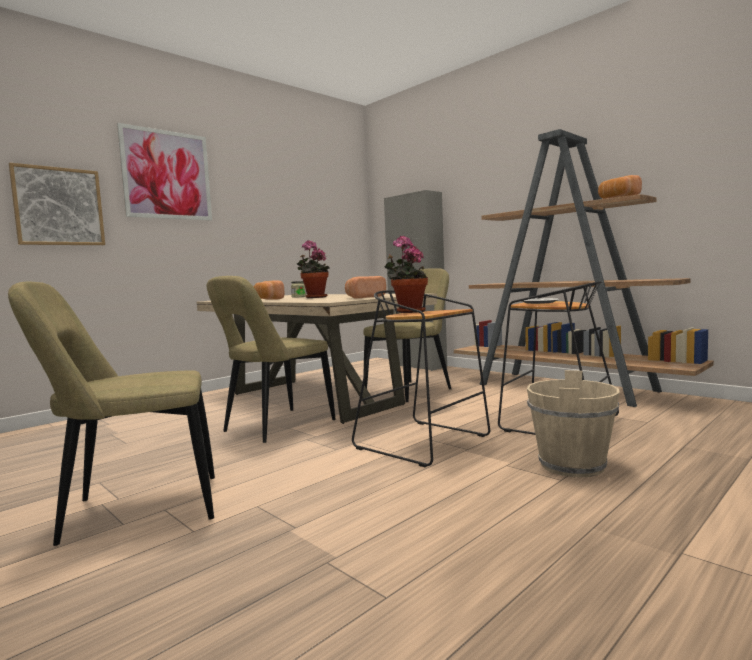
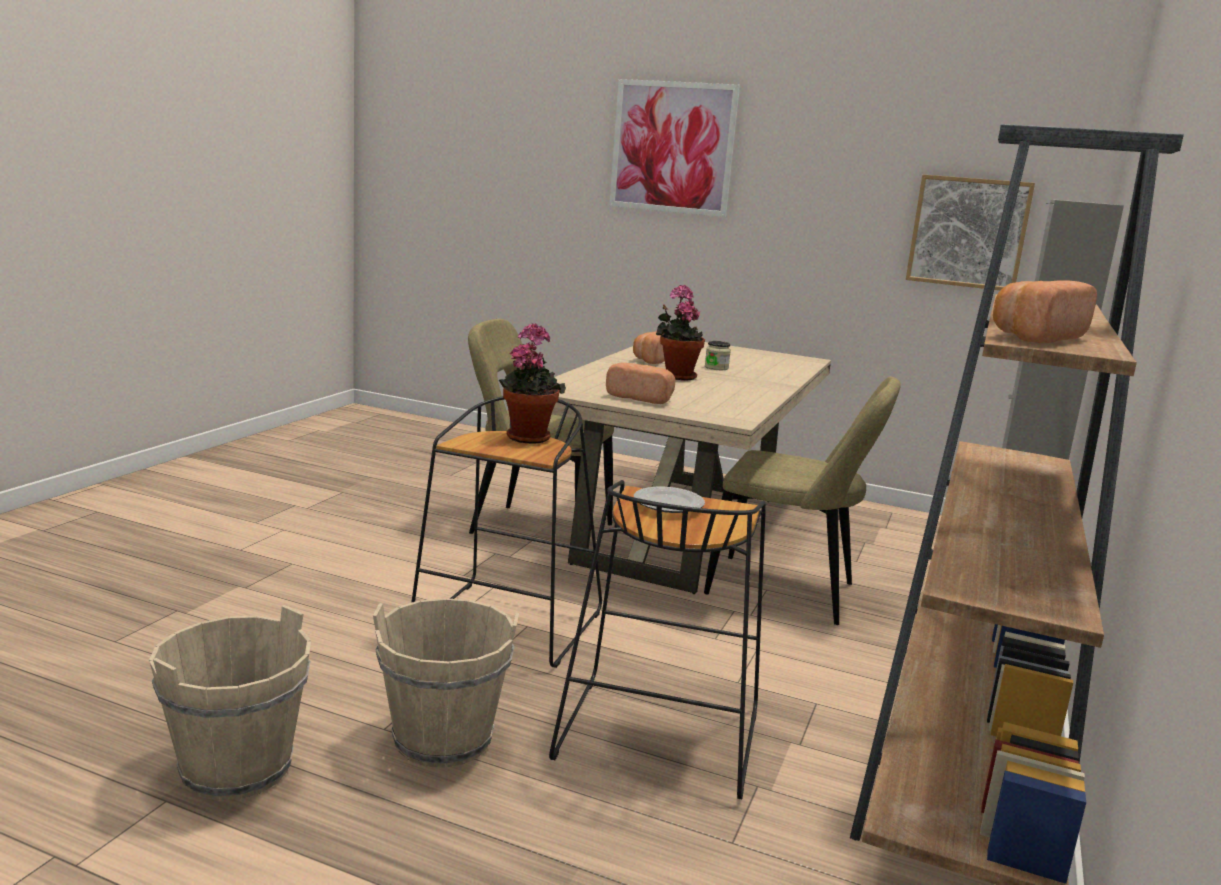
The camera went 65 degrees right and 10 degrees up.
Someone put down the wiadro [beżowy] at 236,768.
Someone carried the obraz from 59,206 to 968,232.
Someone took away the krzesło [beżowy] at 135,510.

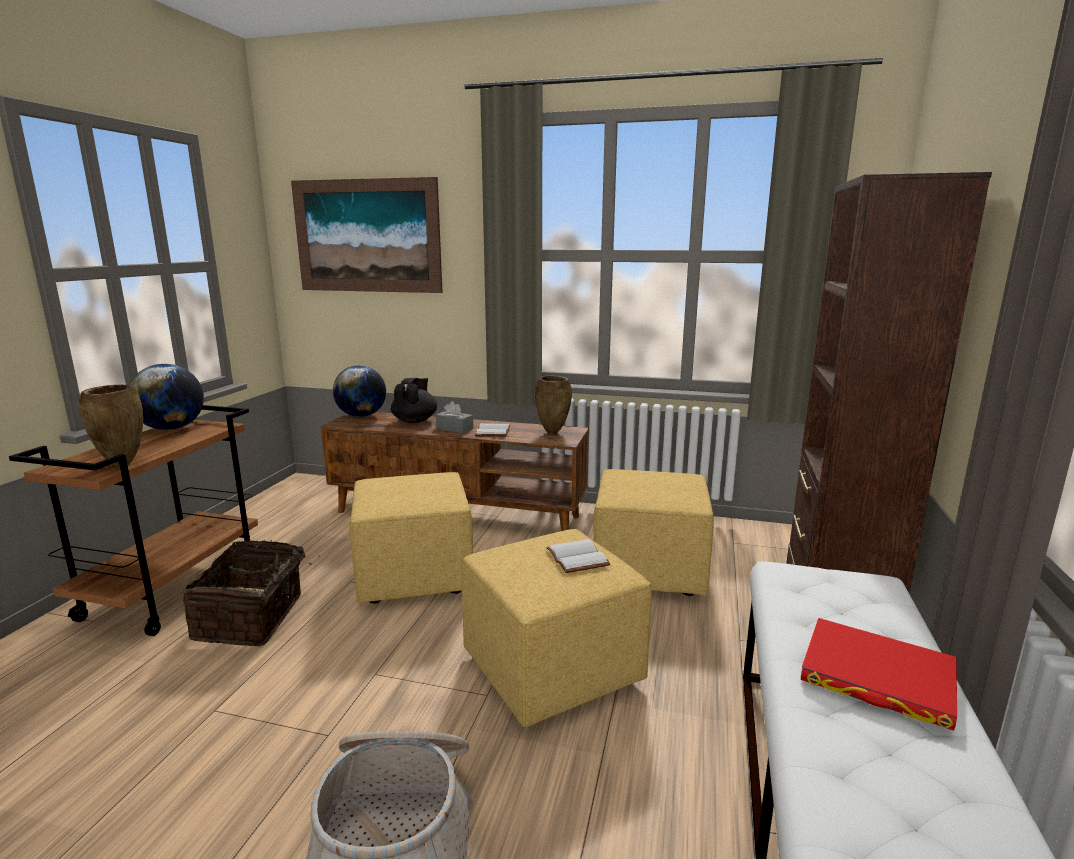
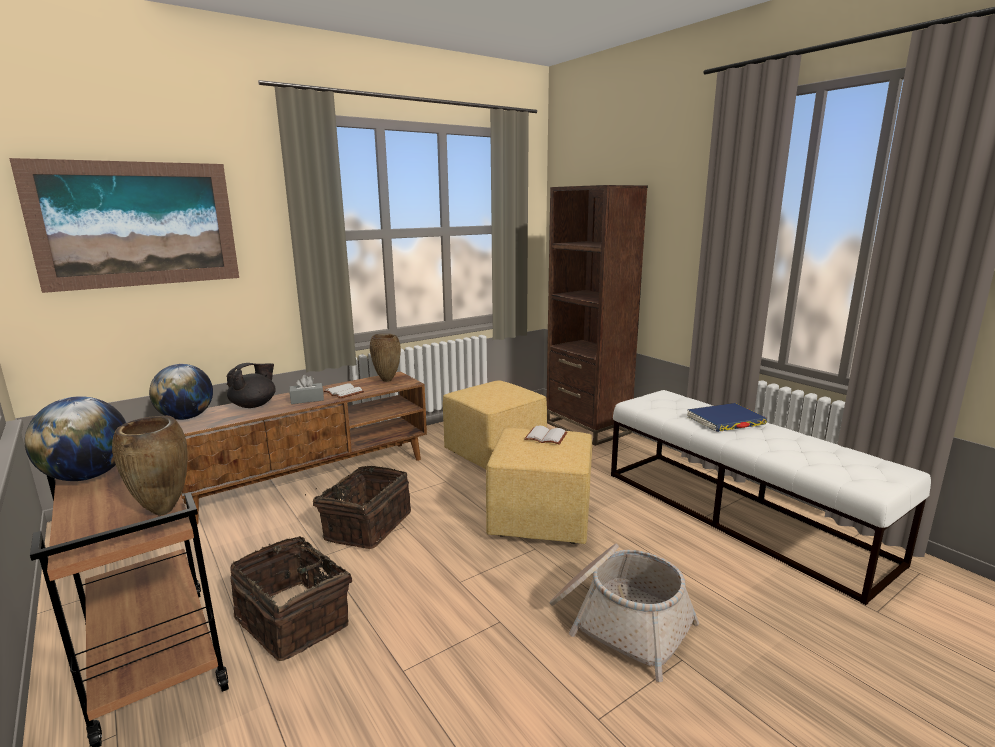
The camera went 50 degrees left and 0 degrees up.
Someone rotated the imbryk [czarny] at 415,421 by 75 degrees clockwise.
Someone swapped the pufa [żółty] at 415,576 for the koszyk at 366,526.
Someone repainted the książka [czerwony] at 877,677, which became the książka [niebieski] at 725,421.

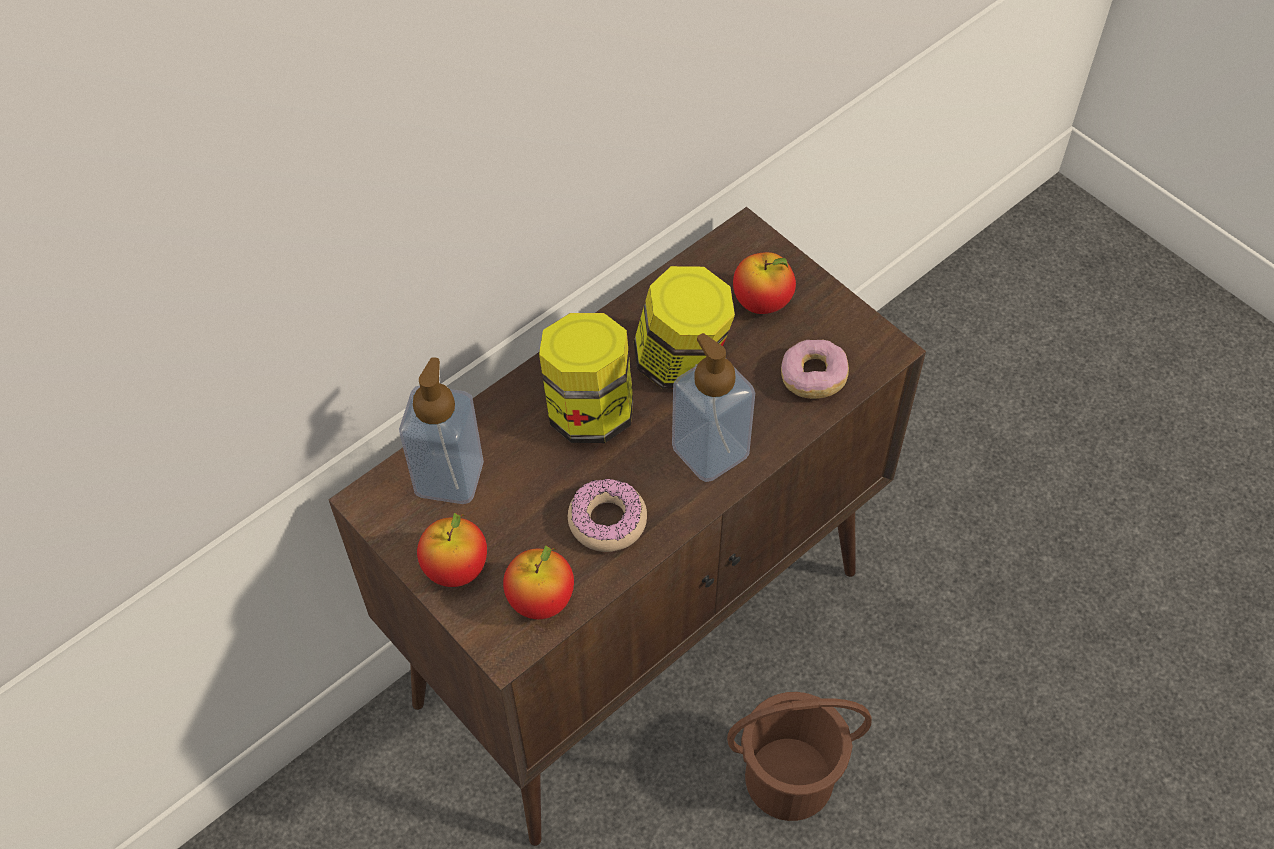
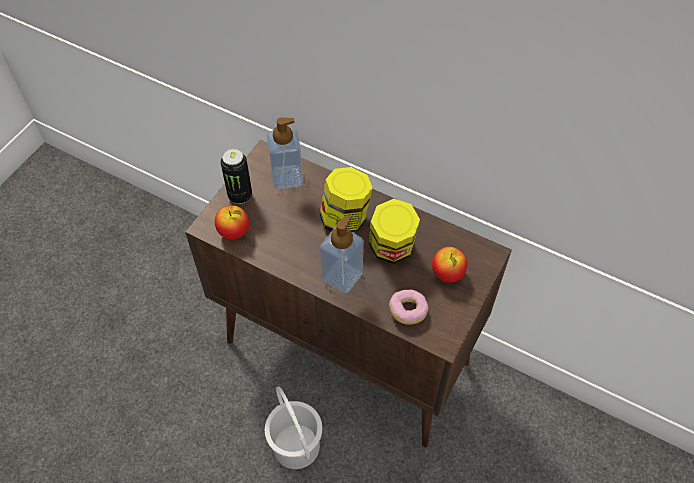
The camera went 70 degrees right and 0 degrees up.
Someone swapped the jabłko at 456,568 for the puszka at 240,195.
Someone repainted the wiadro [brązowy] at 788,776, which became the wiadro [biały] at 296,445.
Someone took away the donut at 607,521.

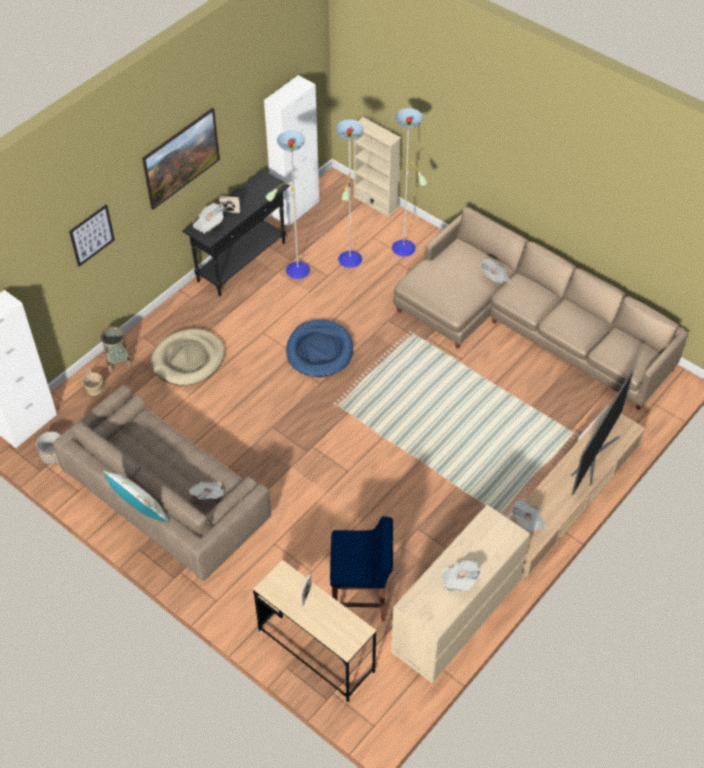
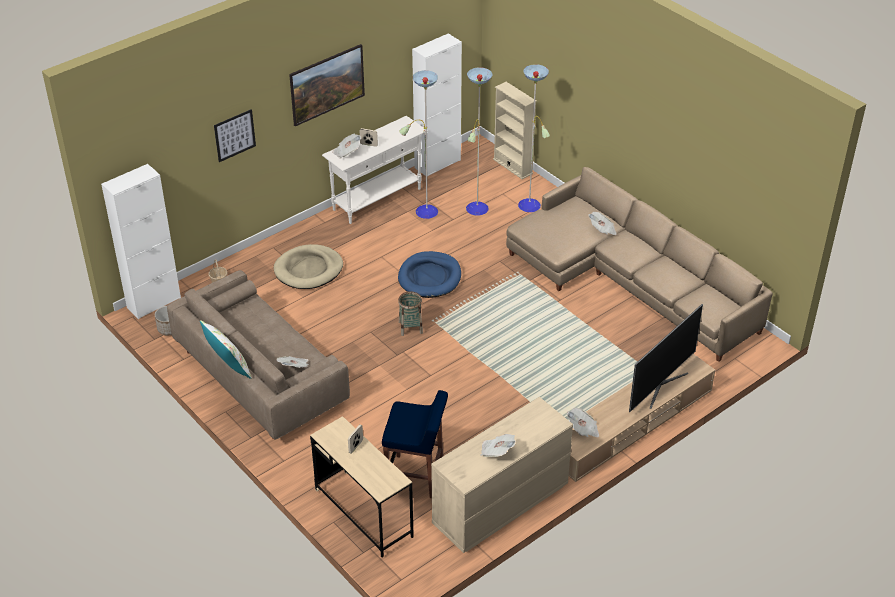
The camera went 10 degrees right and 10 degrees down.
Someone repainted the stolik konsolowy [czarny] at 242,262, which became the stolik konsolowy [biały] at 377,199.
Someone carried the koszyk from 118,361 to 410,327.

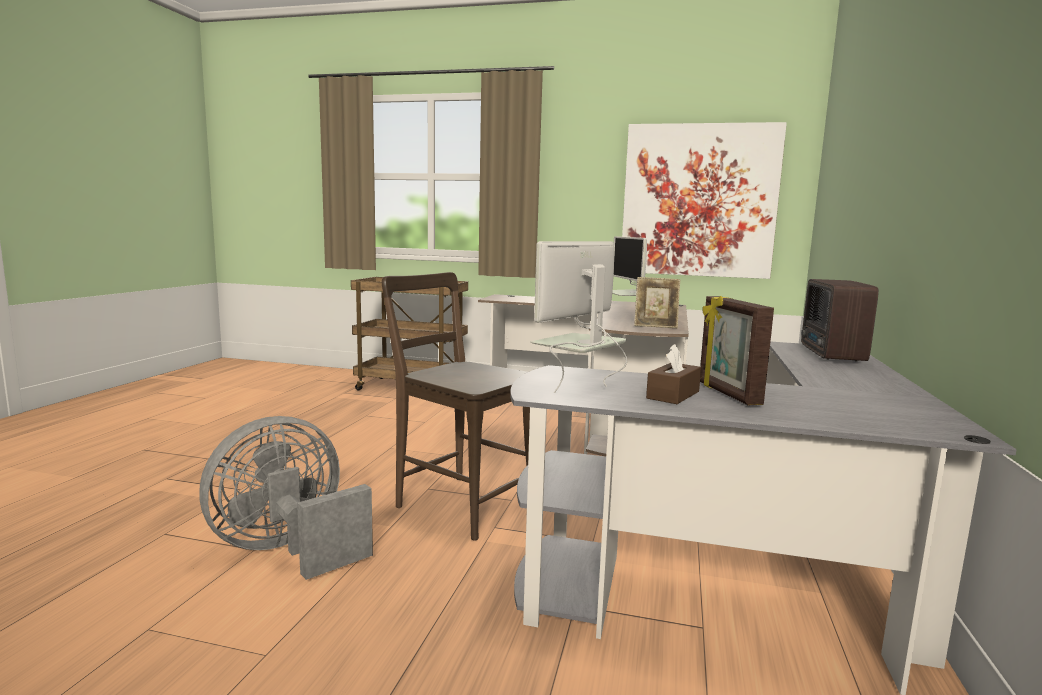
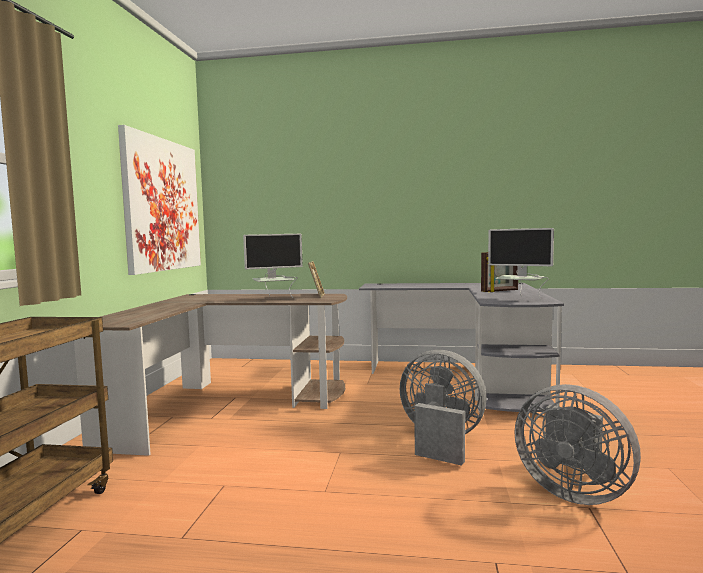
The camera went 95 degrees left and 5 degrees down.
Someone swapped the krzesło [brązowy] at 460,503 for the wentylator [szary] at 440,441.
Someone took away the pudełko chusteczek [brązowy] at 673,395.
Someone took away the radio at 831,354.

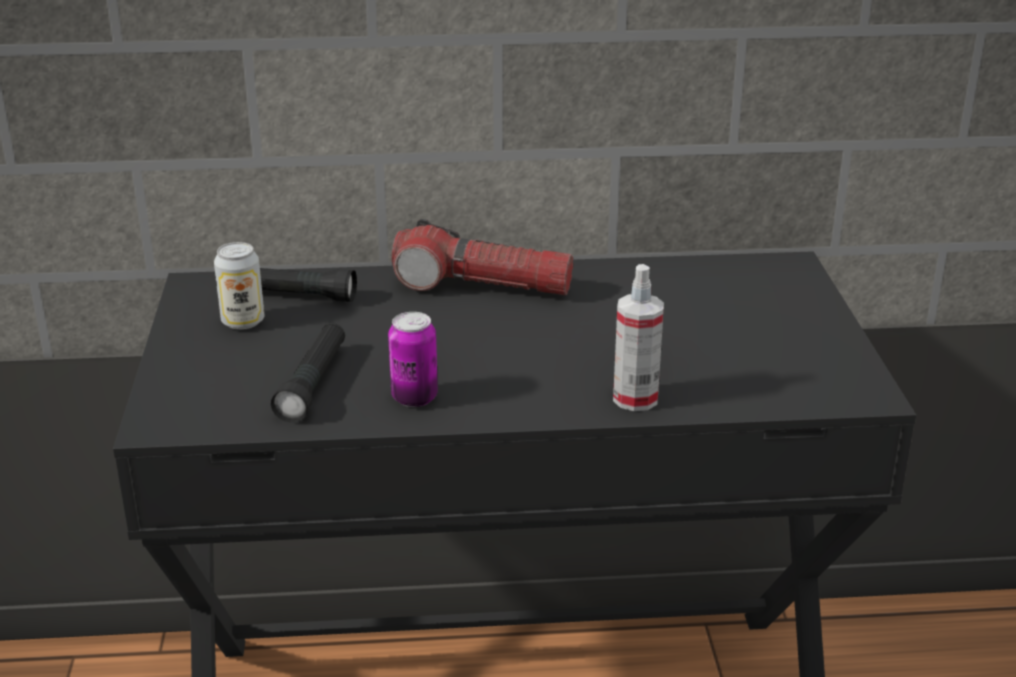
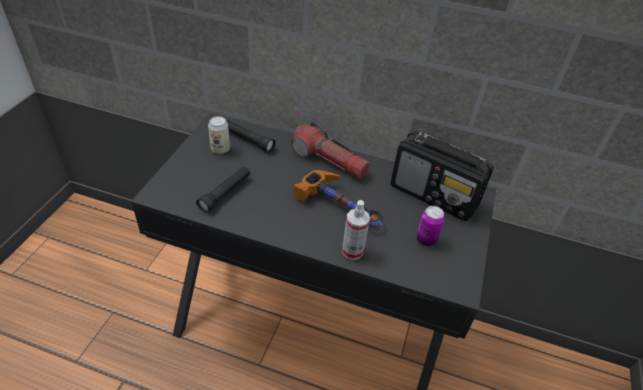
The camera went 20 degrees right and 15 degrees up.
Someone put down the młotek at 342,207.
Someone put down the radio at 434,196.
Someone carried the puszka from 414,398 to 426,240.

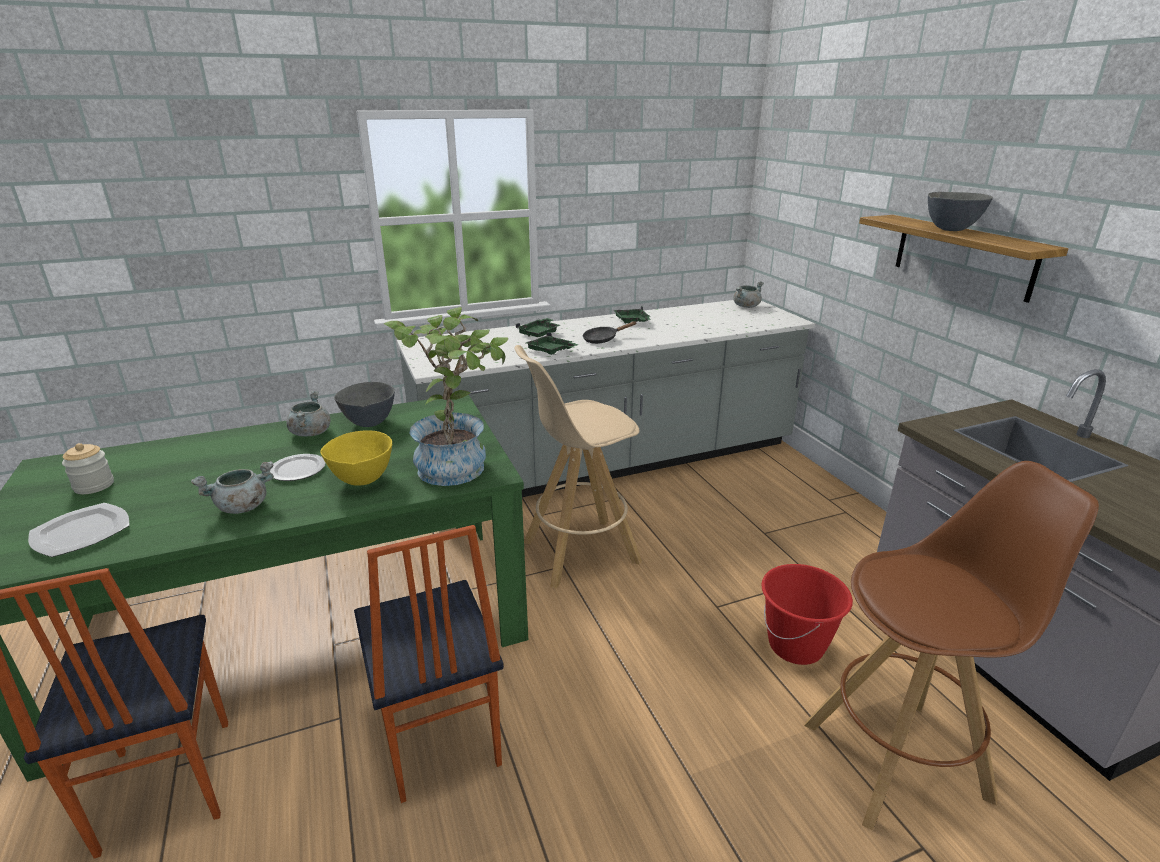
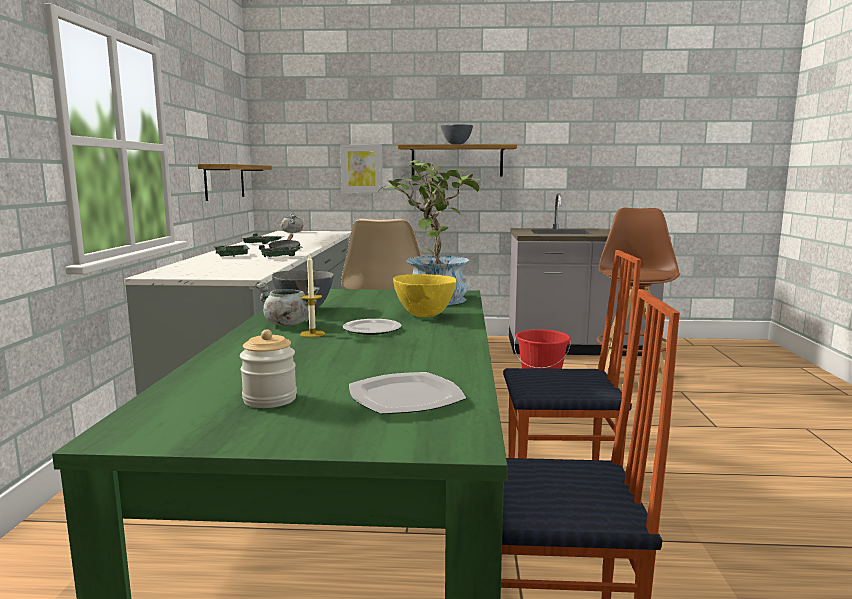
The camera went 65 degrees left and 15 degrees down.
Someone put up the półka at 224,181.
Someone put down the świeca at 312,334.
Someone put up the obraz at 362,168.
Someone took away the garnek [szary] at 242,507.

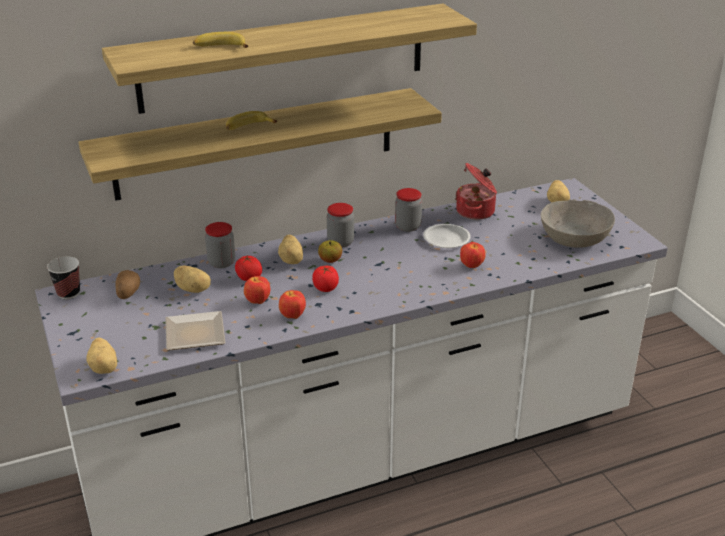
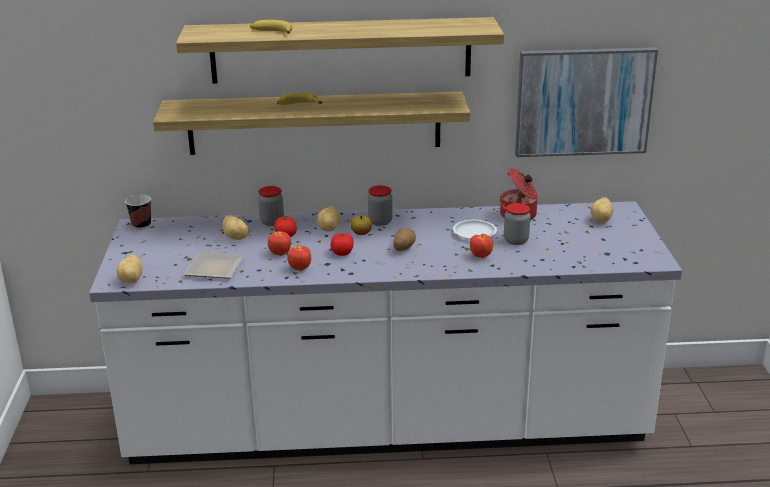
The camera went 20 degrees right and 5 degrees down.
Someone carried the ziemniak from 127,293 to 403,248.
Someone carried the słoik from 407,227 to 516,240.
Someone put up the obraz at 583,101.
Someone took away the miska [szary] at 574,237.

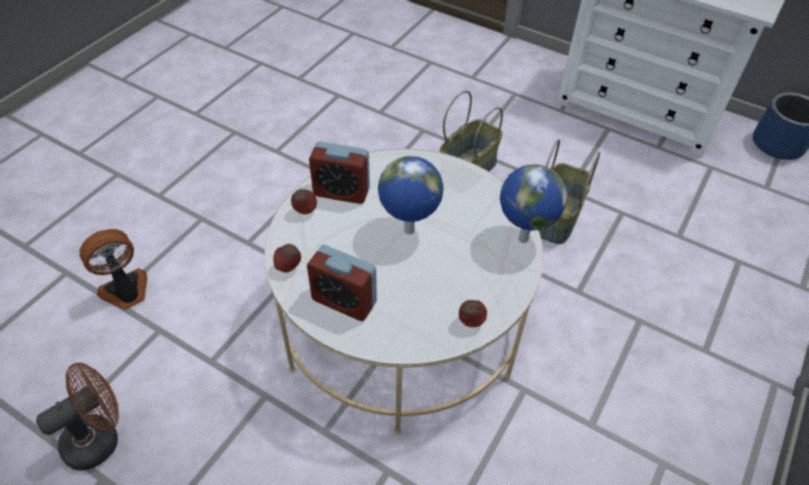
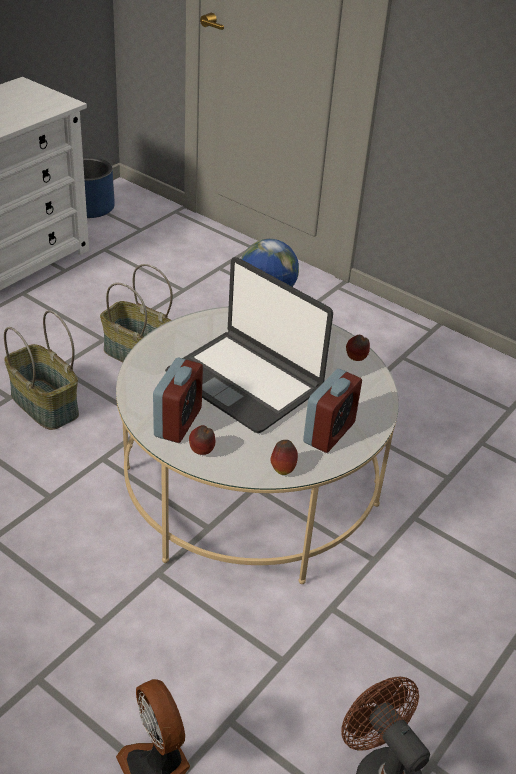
The camera went 85 degrees left and 10 degrees down.
Someone swapped the globus at 409,231 for the laptop at 245,381.

